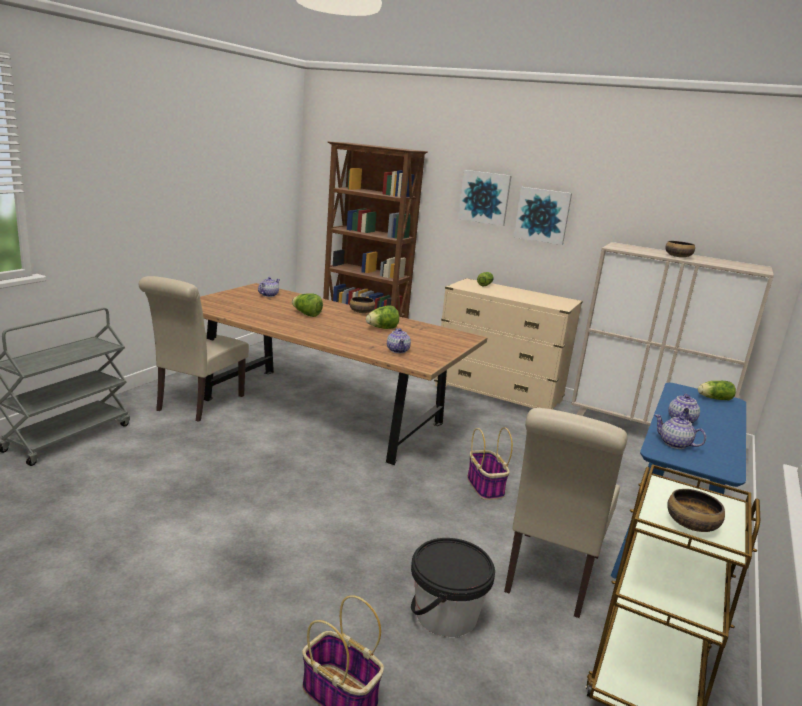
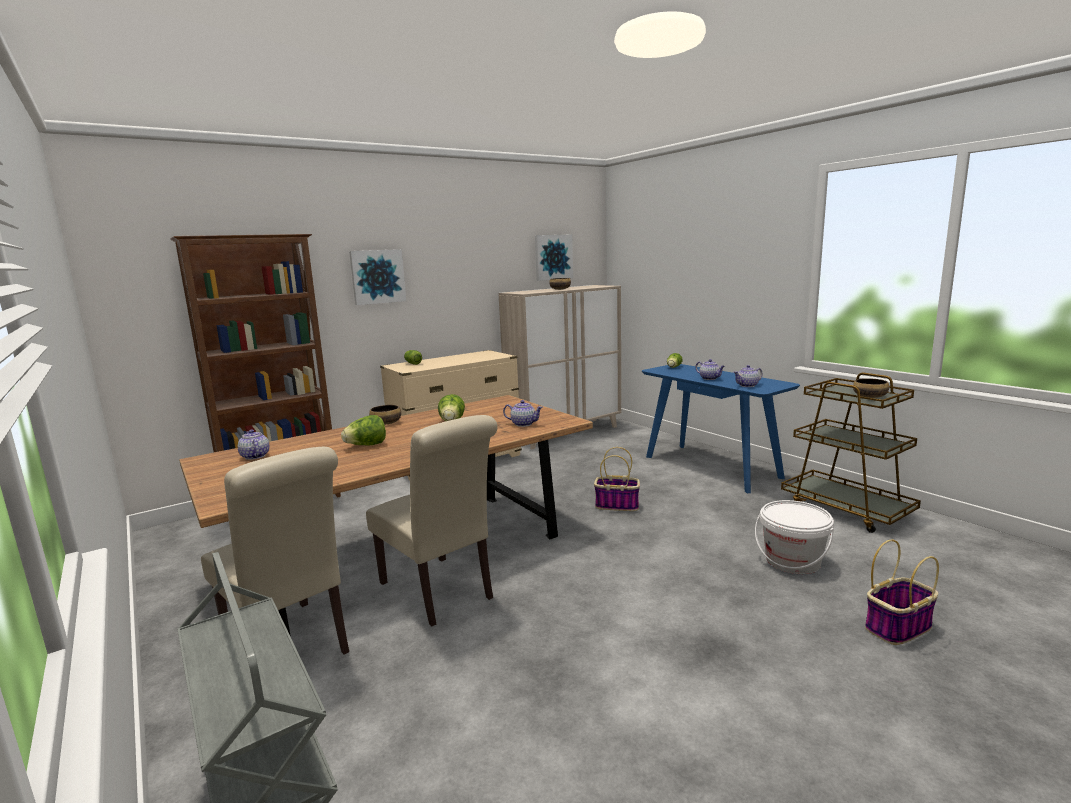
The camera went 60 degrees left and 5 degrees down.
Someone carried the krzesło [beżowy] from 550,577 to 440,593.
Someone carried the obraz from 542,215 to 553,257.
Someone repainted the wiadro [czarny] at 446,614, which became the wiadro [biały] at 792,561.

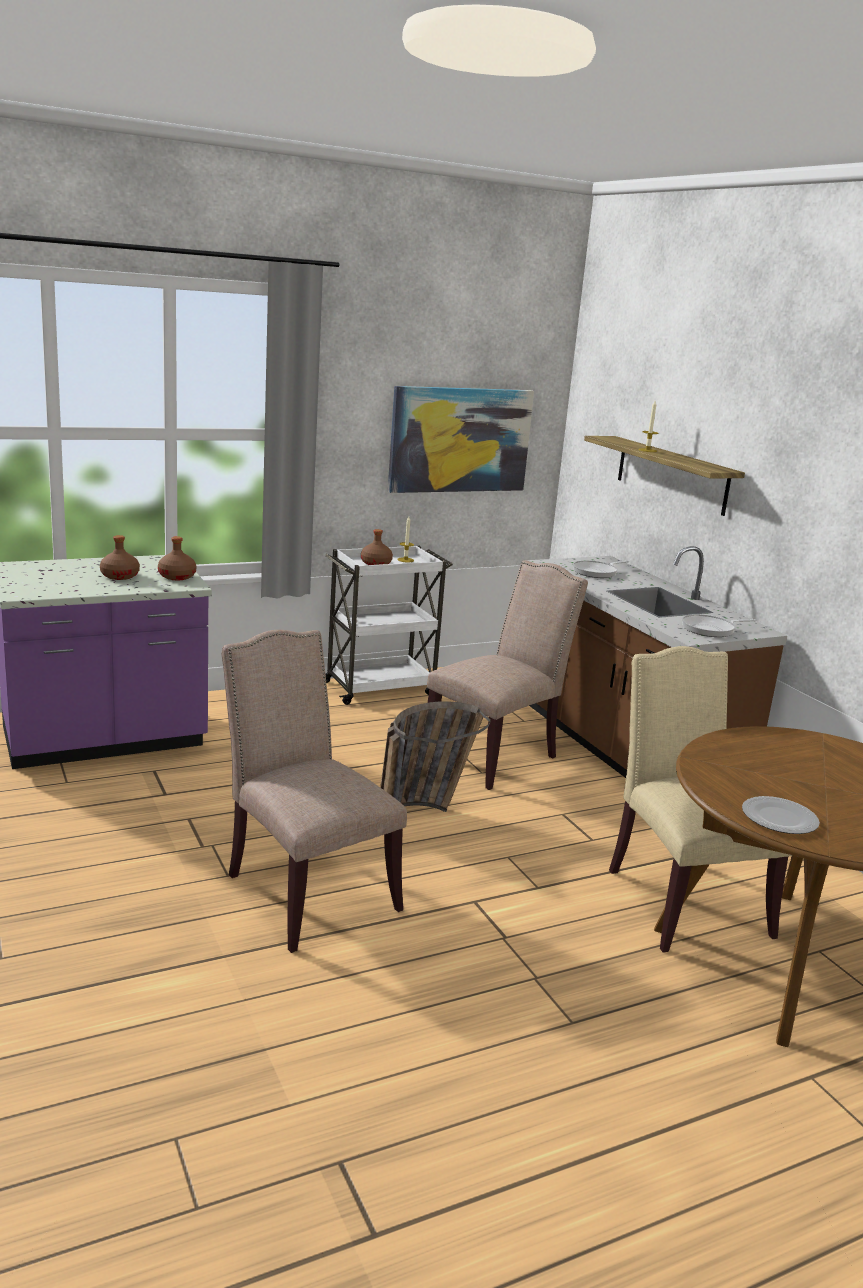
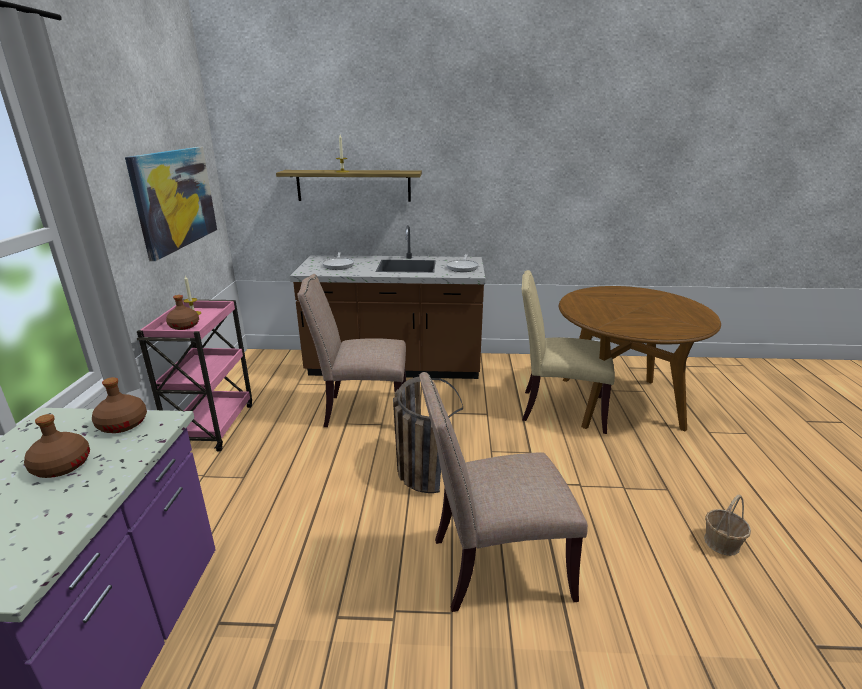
The camera went 60 degrees left and 5 degrees up.
Someone repainted the wózek [biały] at 380,688, which became the wózek [różowy] at 213,425.
Someone rotated the krzesło [beżowy] at 494,755 by 75 degrees counterclockwise.
Someone put down the koszyk at 721,543.
Someone took away the talerz at 778,818.

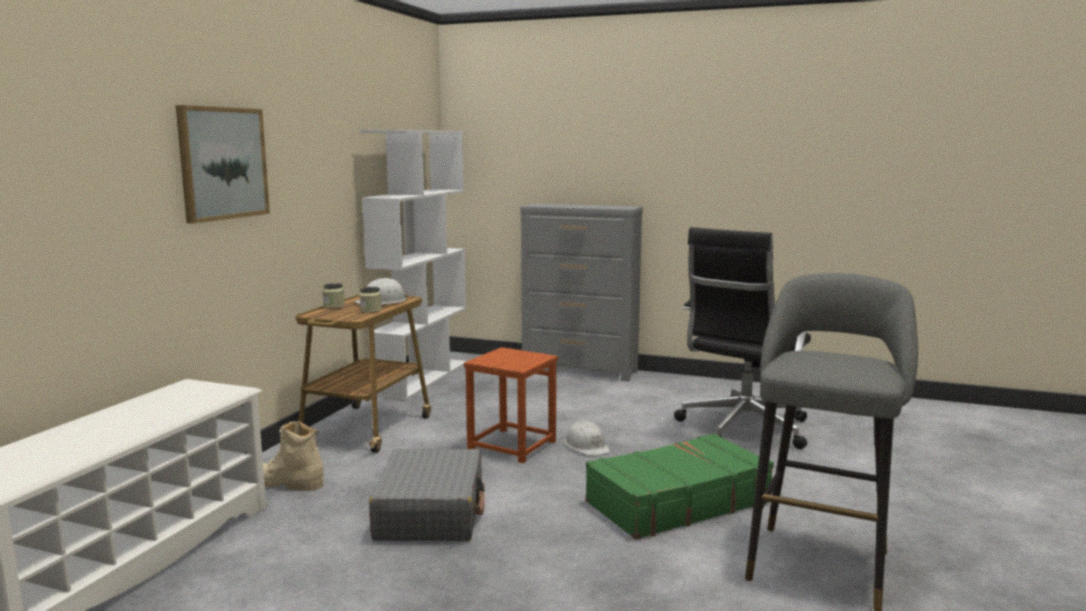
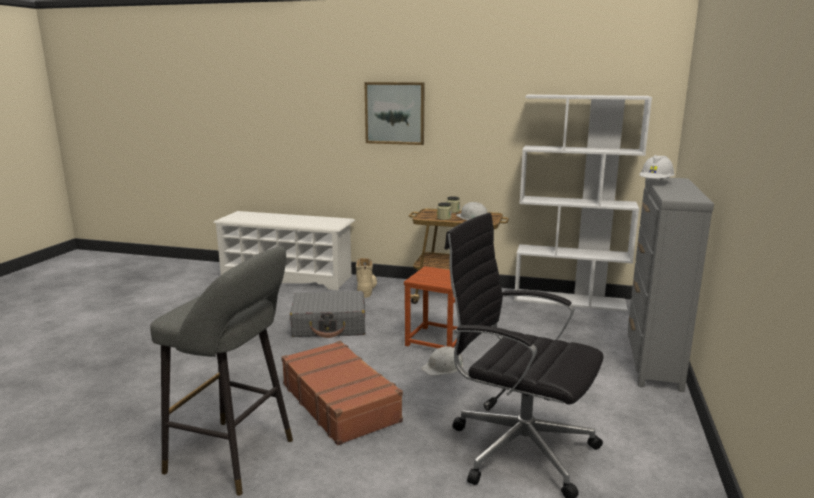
The camera went 85 degrees right and 5 degrees up.
Someone repainted the walizka [zielony] at 676,502, which became the walizka [brązowy] at 340,402.
Someone put down the kask [biały] at 656,182.

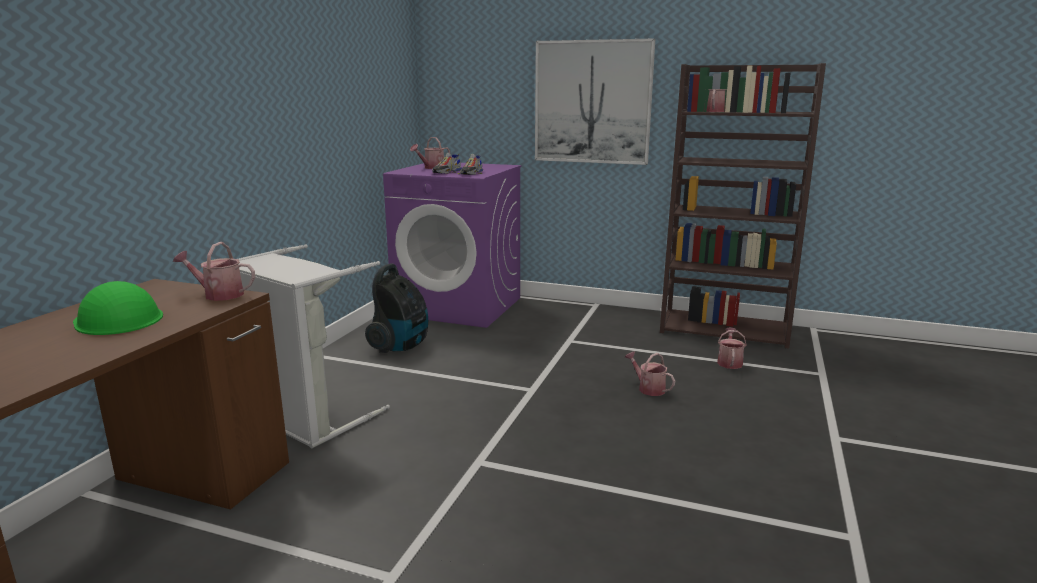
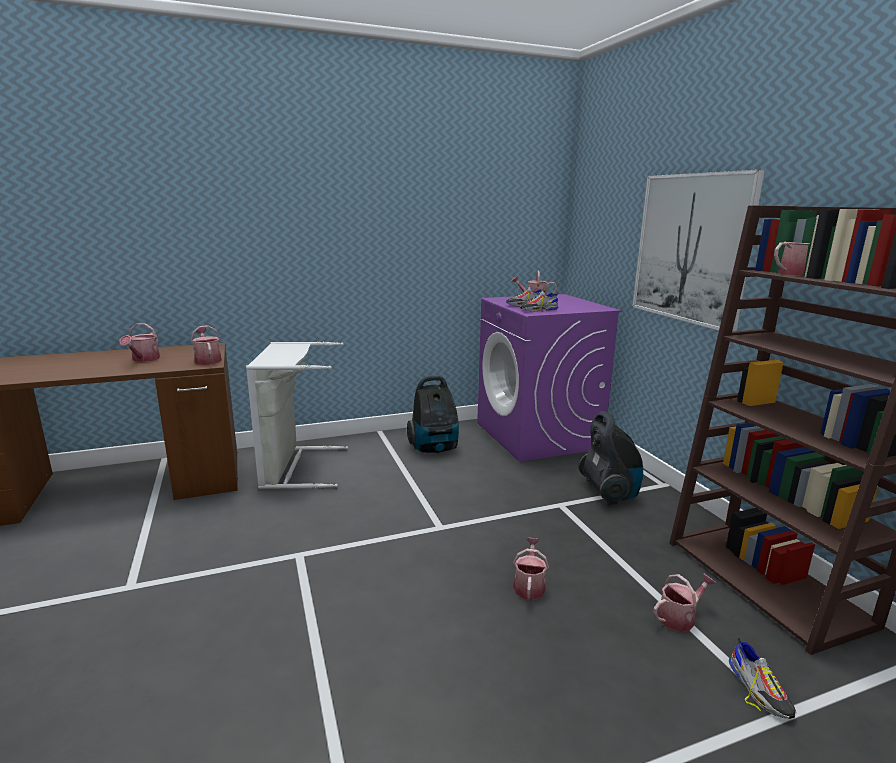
The camera went 50 degrees right and 0 degrees up.
Someone swapped the kask [zielony] at 118,319 for the konewka at 144,359.
Someone put down the odkurzacz at 609,493.
Someone put down the but at 759,689.

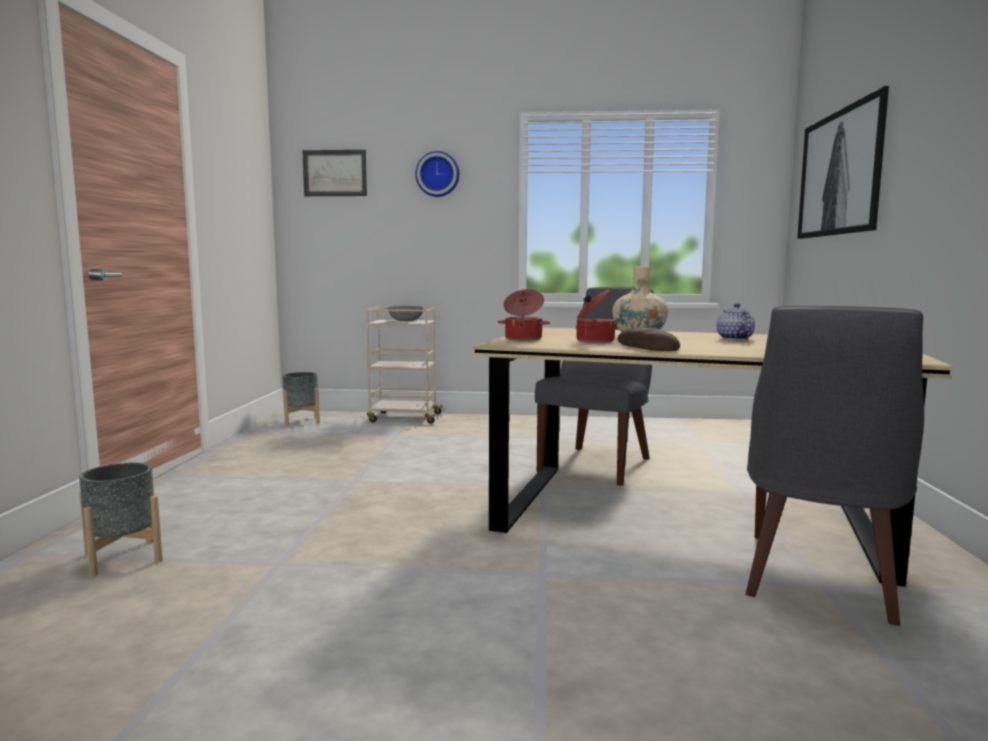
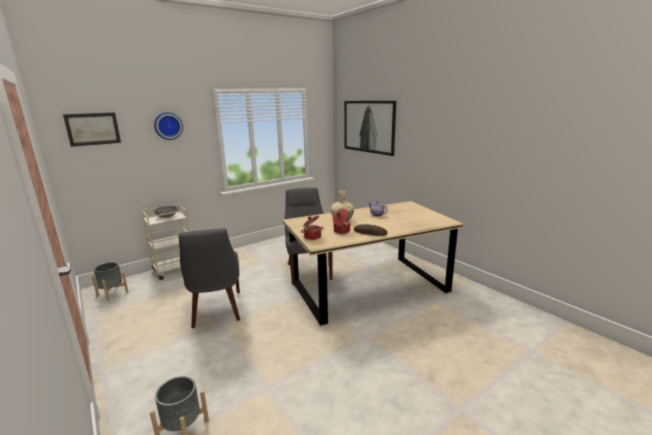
The camera went 40 degrees left and 10 degrees up.
Someone carried the krzesło [szary] from 818,579 to 216,310.

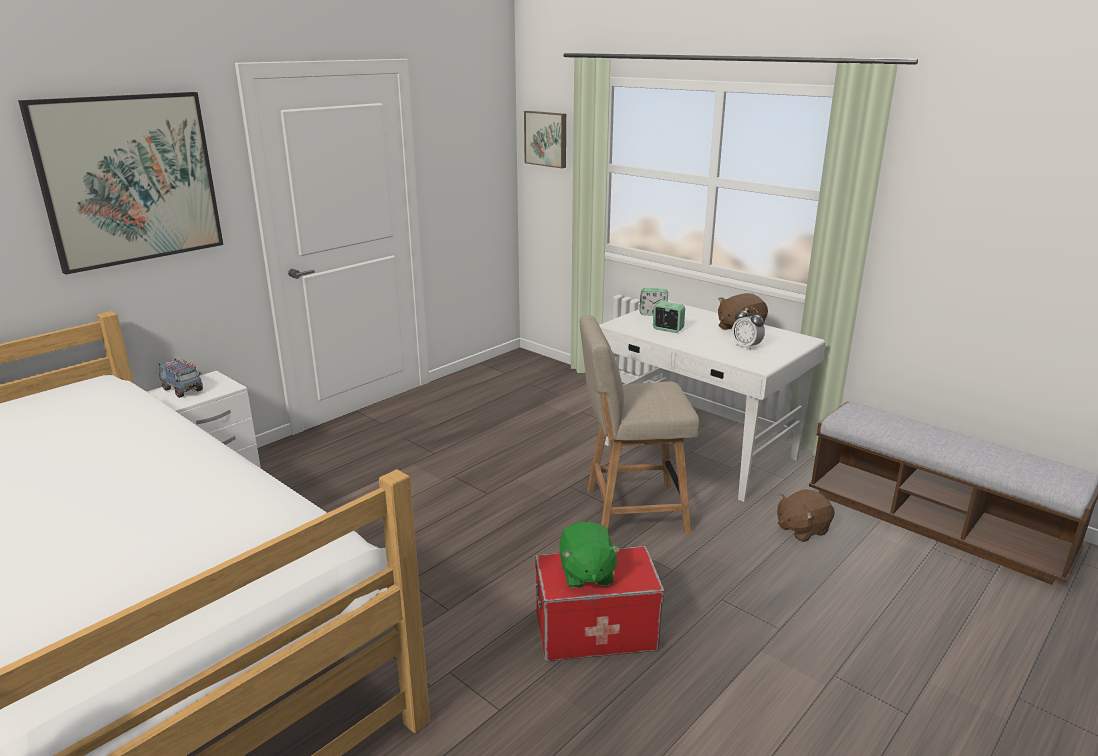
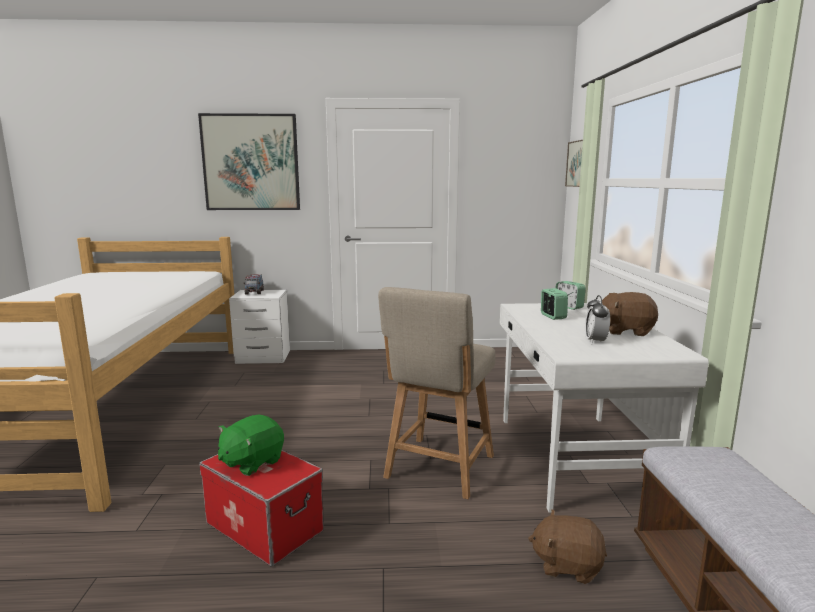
The camera went 45 degrees right and 10 degrees down.
Someone rotated the krzesło [beżowy] at 630,511 by 105 degrees counterclockwise.

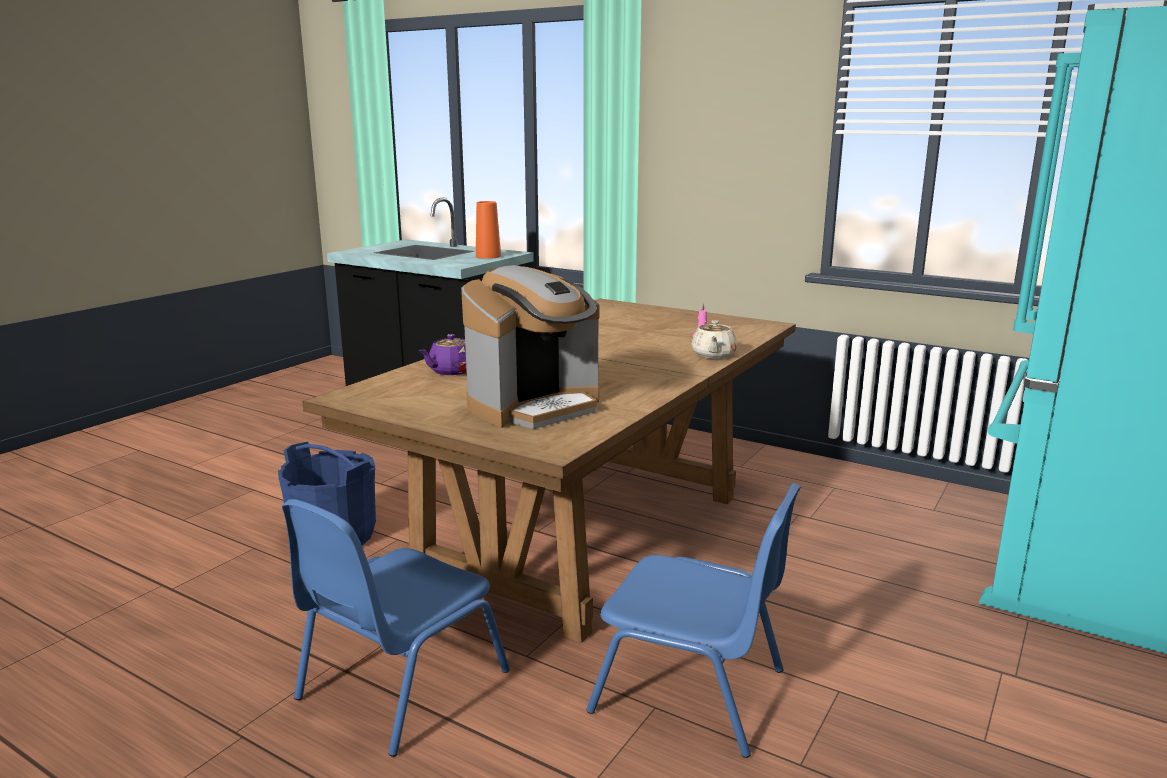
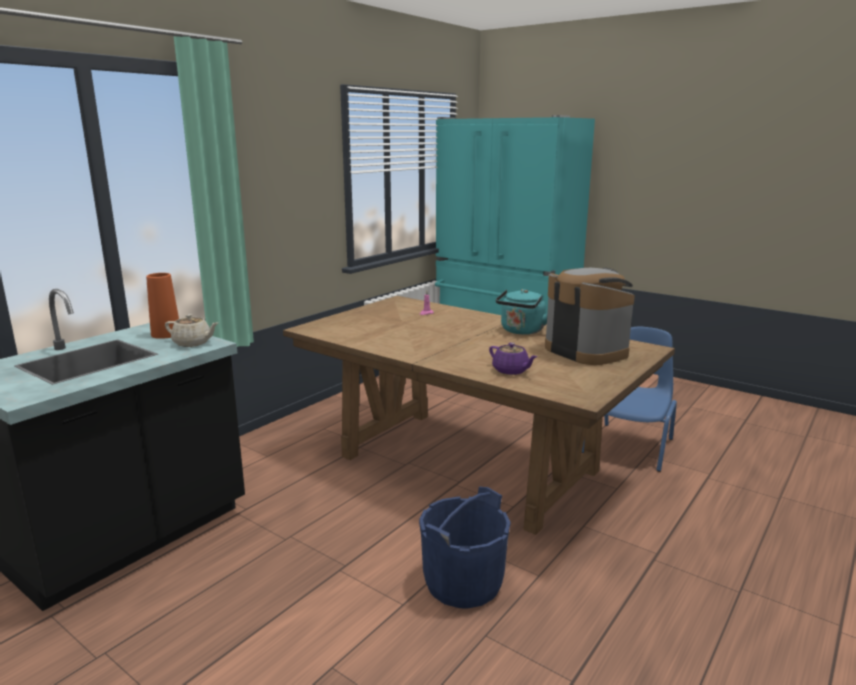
The camera went 85 degrees left and 0 degrees up.
Someone carried the imbryk [beżowy] from 713,355 to 193,343.
Someone put down the czajnik [turkusowy] at 521,331.
Someone took away the krzesło [niebieski] at 399,685.

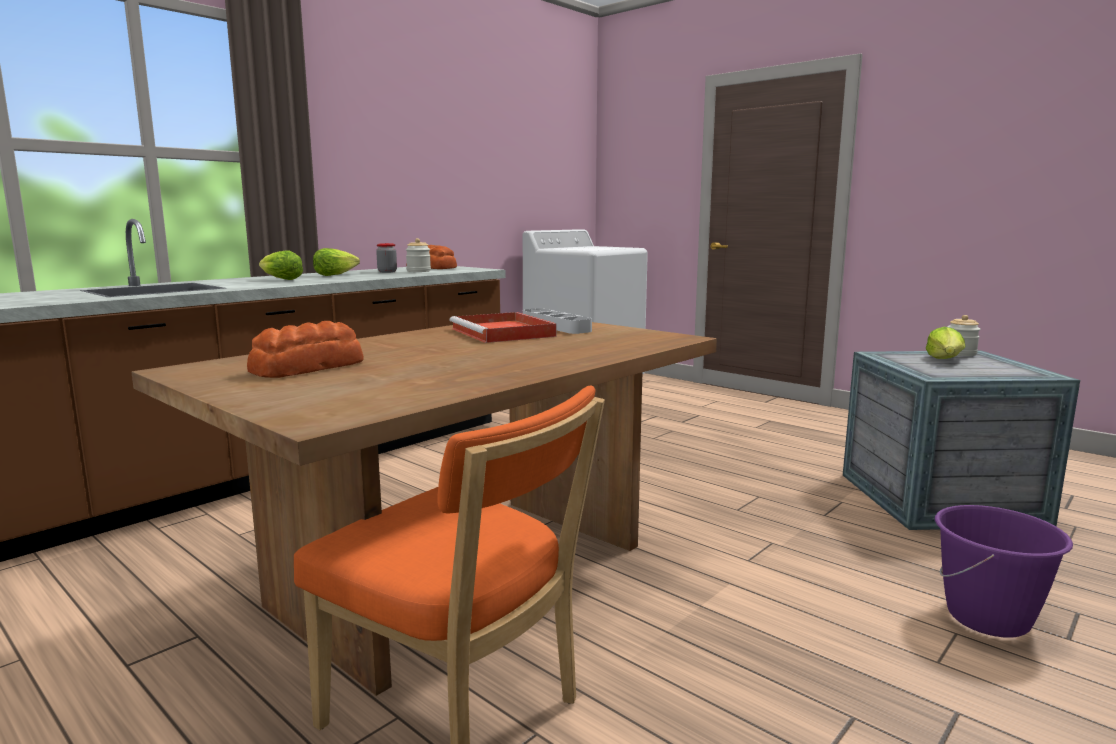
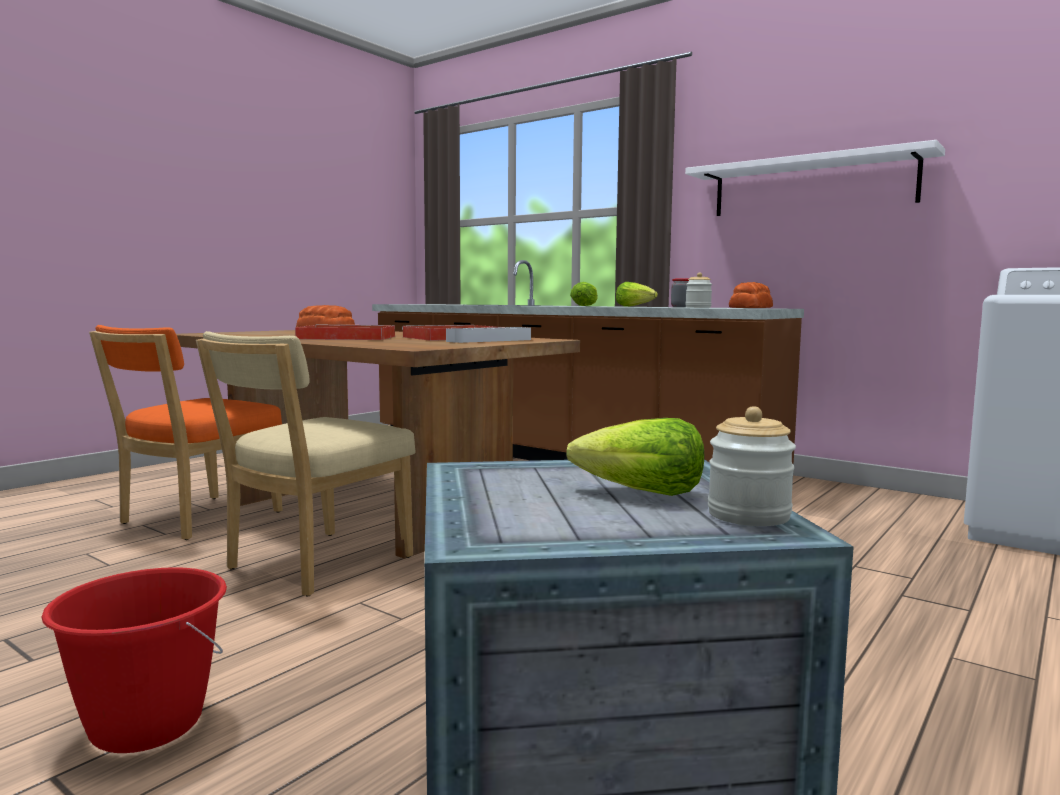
The camera went 85 degrees right and 5 degrees down.
Someone repainted the wiadro [fioletowy] at 988,618, which became the wiadro [czerwony] at 146,725.
Someone put down the krzesło [beżowy] at 313,565.
Someone put down the taca [czerwony] at 345,338.
Someone put up the półka [biały] at 811,186.

